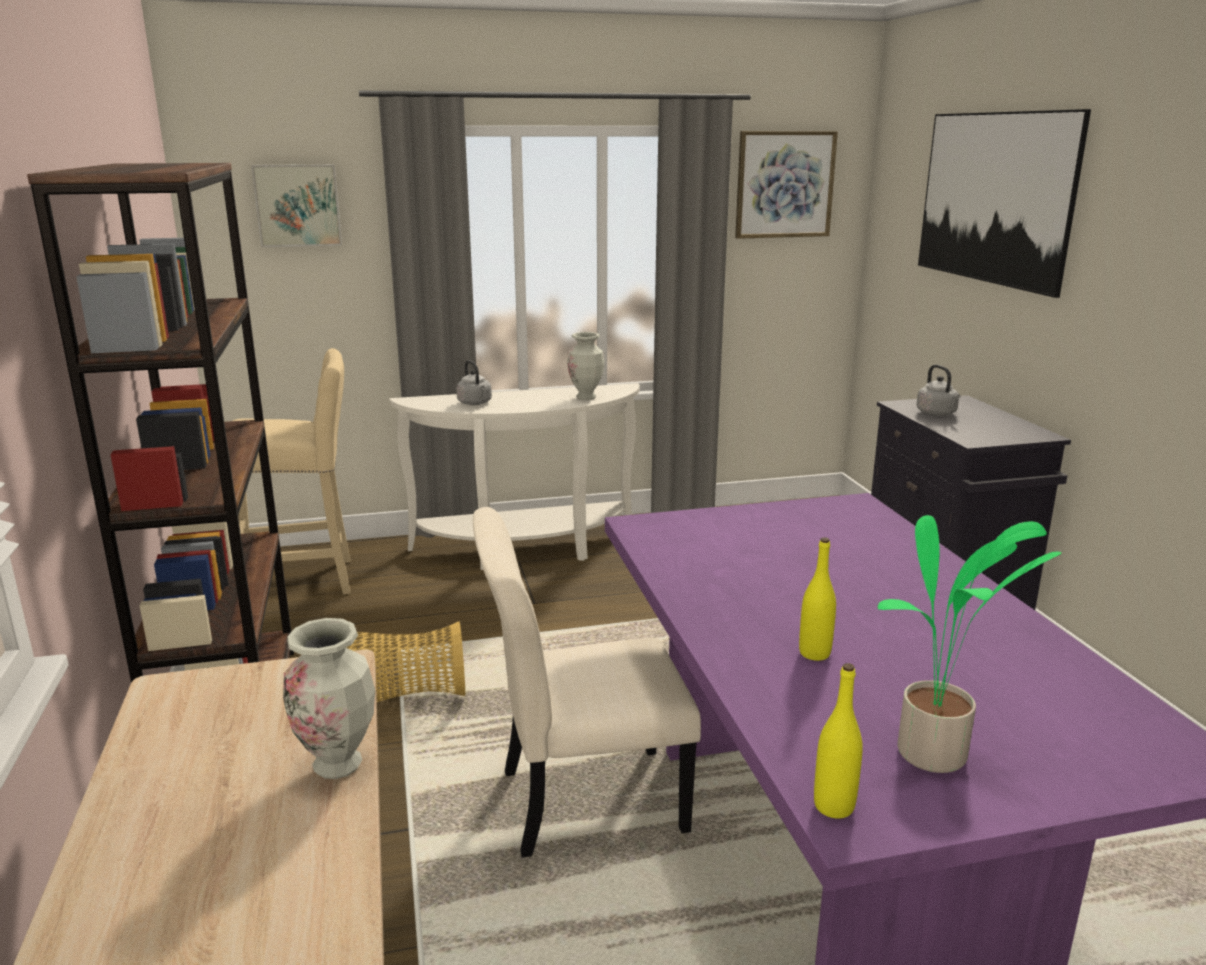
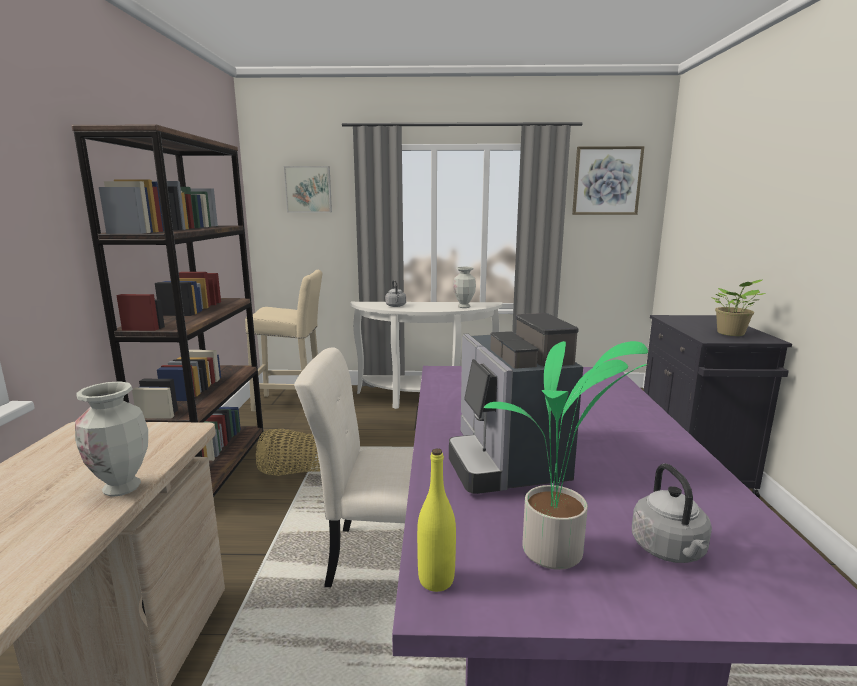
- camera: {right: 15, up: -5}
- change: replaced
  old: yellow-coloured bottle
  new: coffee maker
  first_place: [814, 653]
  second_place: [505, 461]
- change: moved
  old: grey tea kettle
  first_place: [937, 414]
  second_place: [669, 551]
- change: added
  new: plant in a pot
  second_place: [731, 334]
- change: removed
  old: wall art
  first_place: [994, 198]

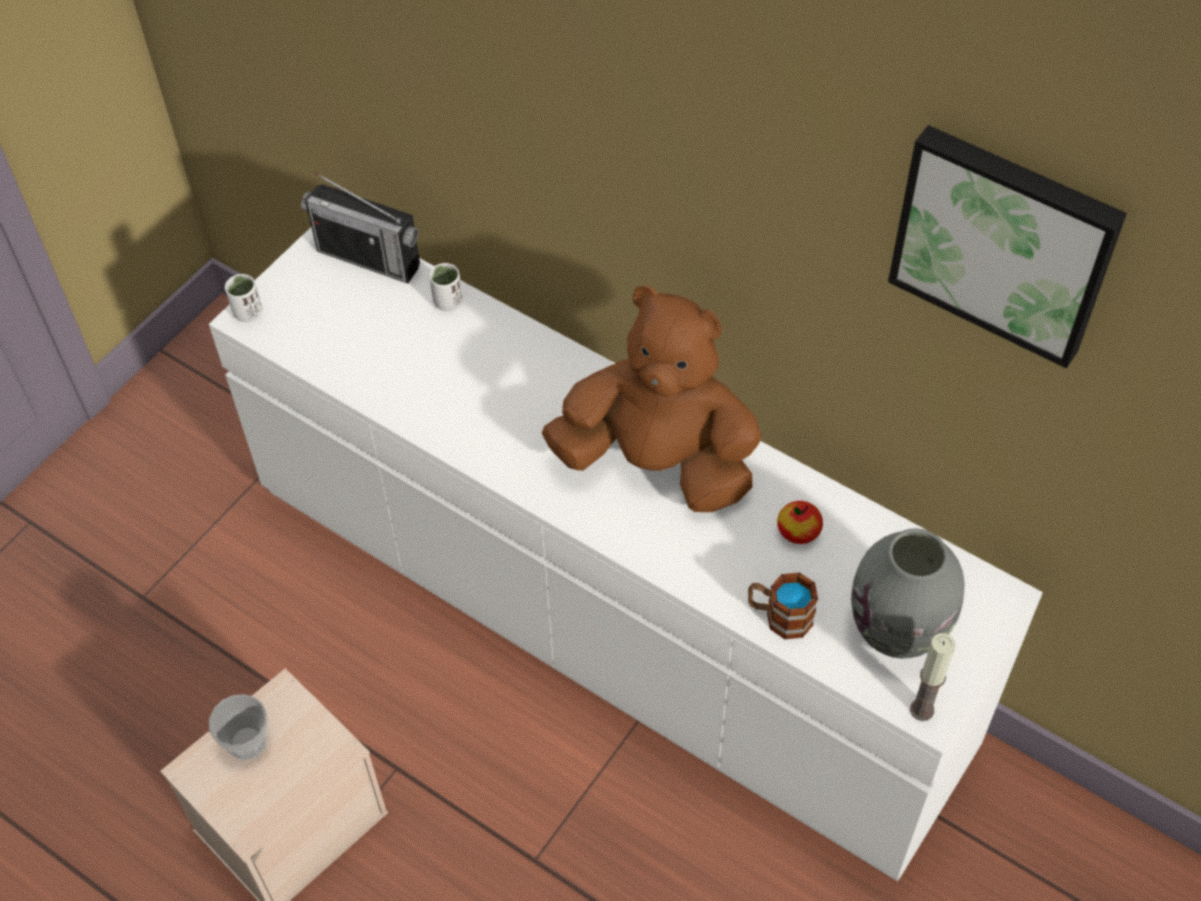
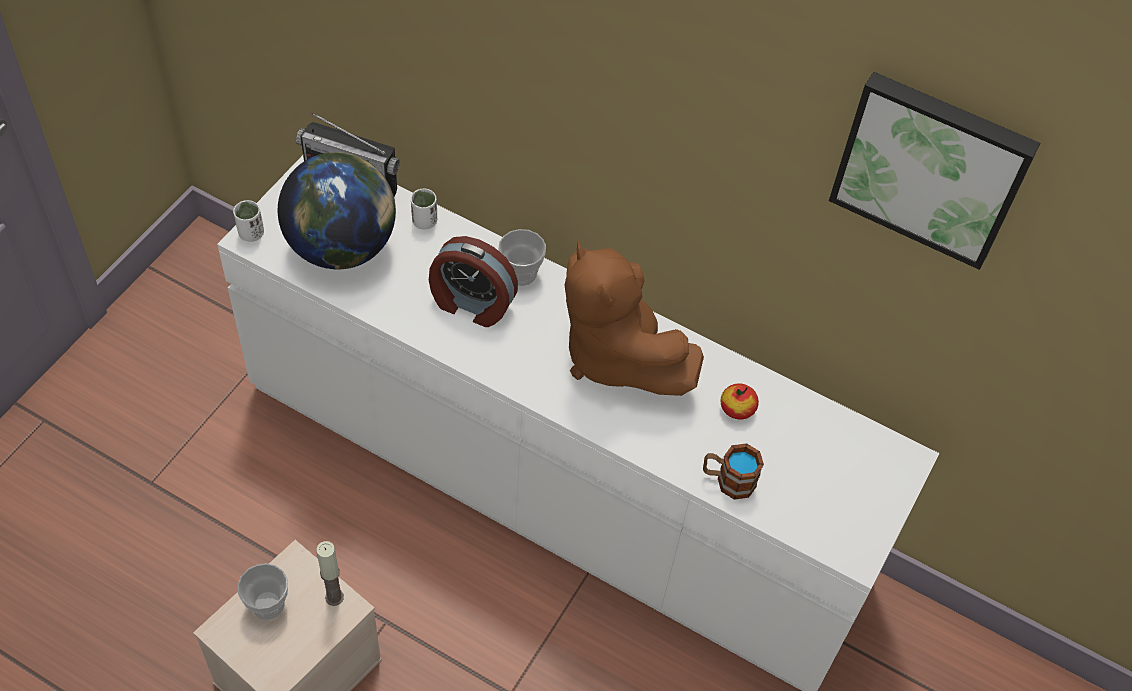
- camera: {right: -10, up: 0}
- change: added
  new: desk globe
  second_place: [342, 247]
- change: moved
  old: candle
  first_place: [922, 710]
  second_place: [334, 597]
- change: added
  new: alarm clock
  second_place: [471, 304]
- change: added
  new: small cup
  second_place: [521, 273]
- change: turned
  old: brown plush toy
  first_place: [658, 462]
  second_place: [615, 354]
  degrees: -135
- change: removed
  old: grey flower vase
  first_place: [898, 630]

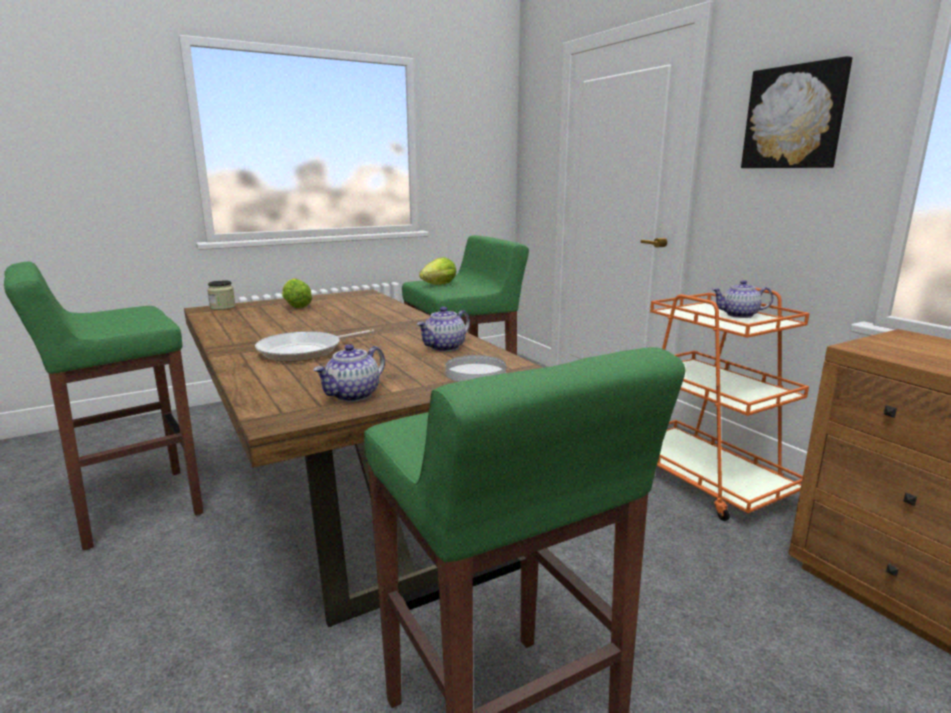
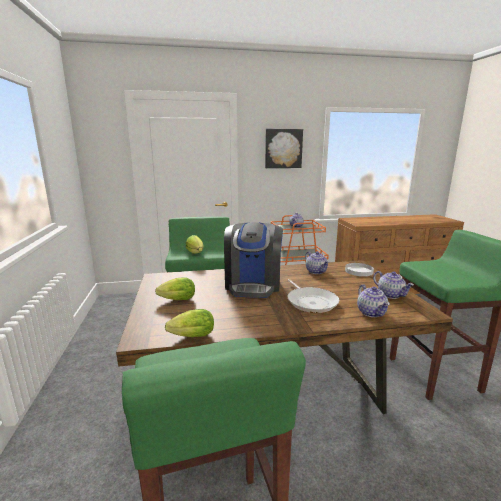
- camera: {right: -70, up: 0}
- change: added
  new: head of lettuce
  second_place: [190, 337]
- change: added
  new: coffee maker
  second_place: [253, 284]
- change: added
  new: pot for tea
  second_place: [371, 312]
- change: removed
  old: preserve jar
  first_place: [222, 307]

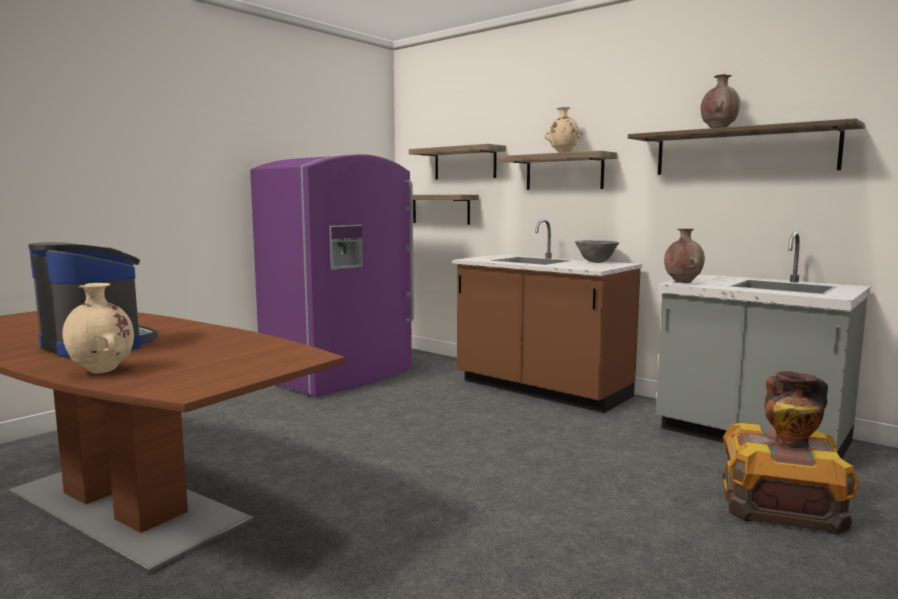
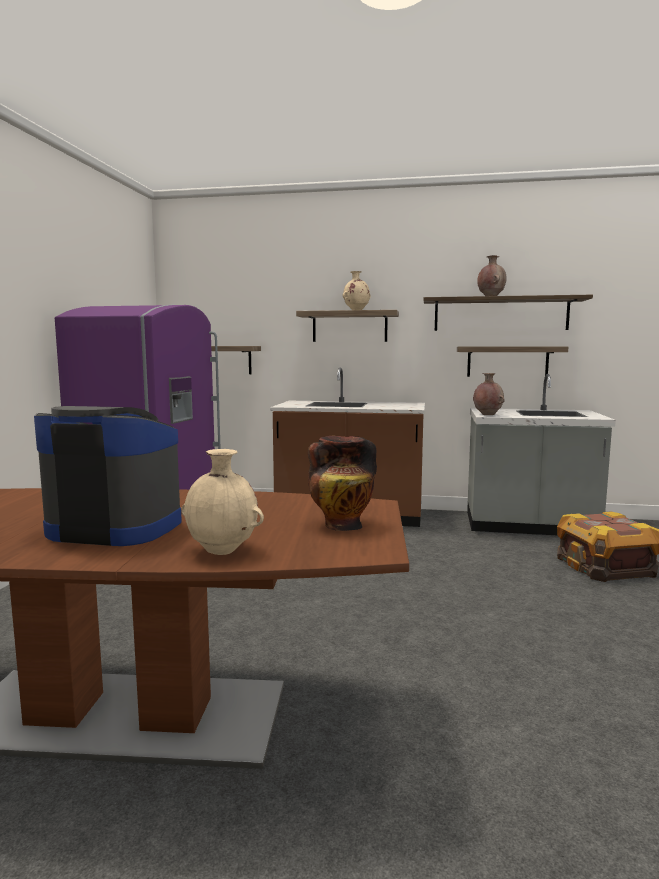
- camera: {right: -30, up: 0}
- change: moved
  old: flower vase
  first_place: [790, 442]
  second_place: [341, 525]
- change: moved
  old: shelf
  first_place: [465, 163]
  second_place: [507, 361]
- change: removed
  old: grey bowl
  first_place: [596, 262]

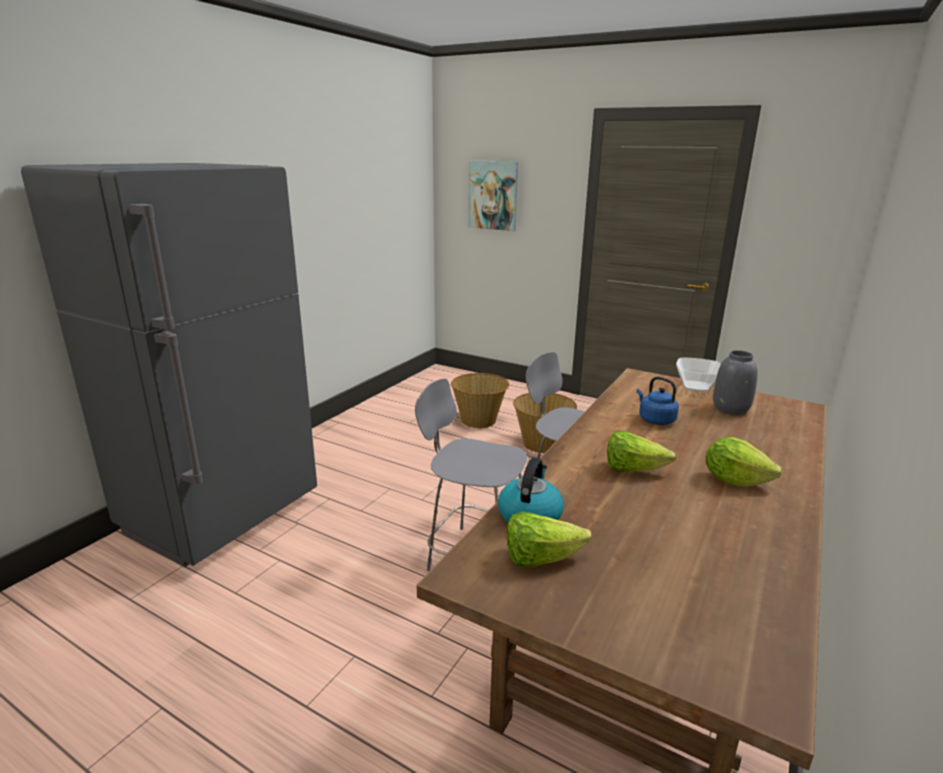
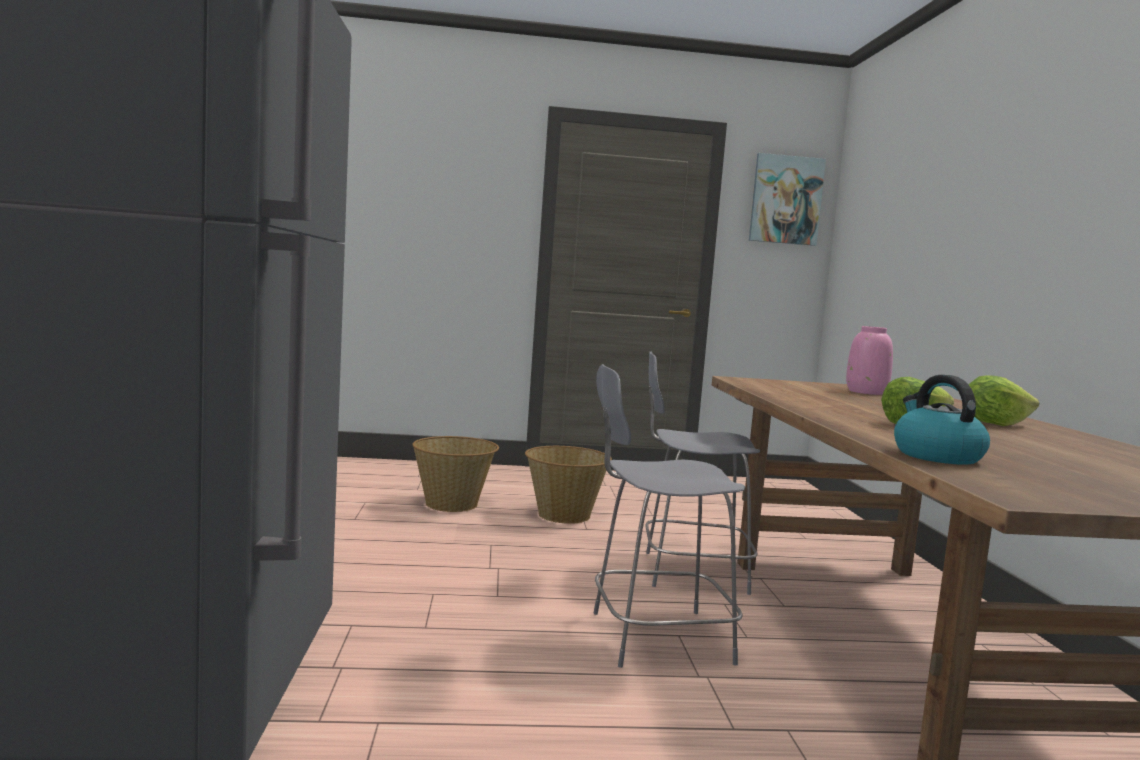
- camera: {right: -35, up: -15}
- change: moved
  old: wall art
  first_place: [493, 195]
  second_place: [786, 200]
- change: recoloured
  old: grey flower vase
  new: pinkish flower vase
  first_place: [731, 409]
  second_place: [867, 392]
- change: removed
  old: head of lettuce
  first_place: [540, 558]
- change: removed
  old: bluish tea kettle
  first_place: [655, 419]
- change: removed
  old: bowl
  first_place: [695, 386]

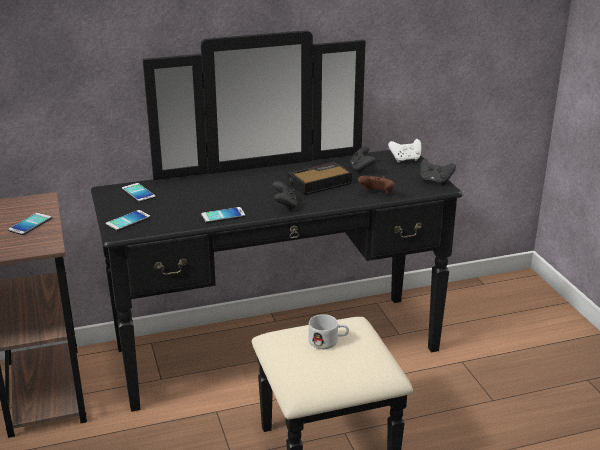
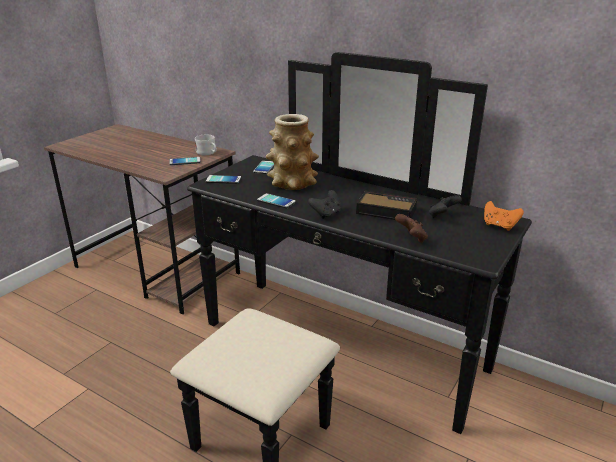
- camera: {right: 50, up: 0}
- change: moved
  old: white-coloured tea mug
  first_place: [328, 341]
  second_place: [208, 153]
- change: added
  new: flower vase
  second_place: [292, 183]
- change: recoloured
  old: white-coloured game controller
  new: orangey game controller
  first_place: [405, 160]
  second_place: [499, 226]
- change: removed
  old: black game controller
  first_place: [435, 181]

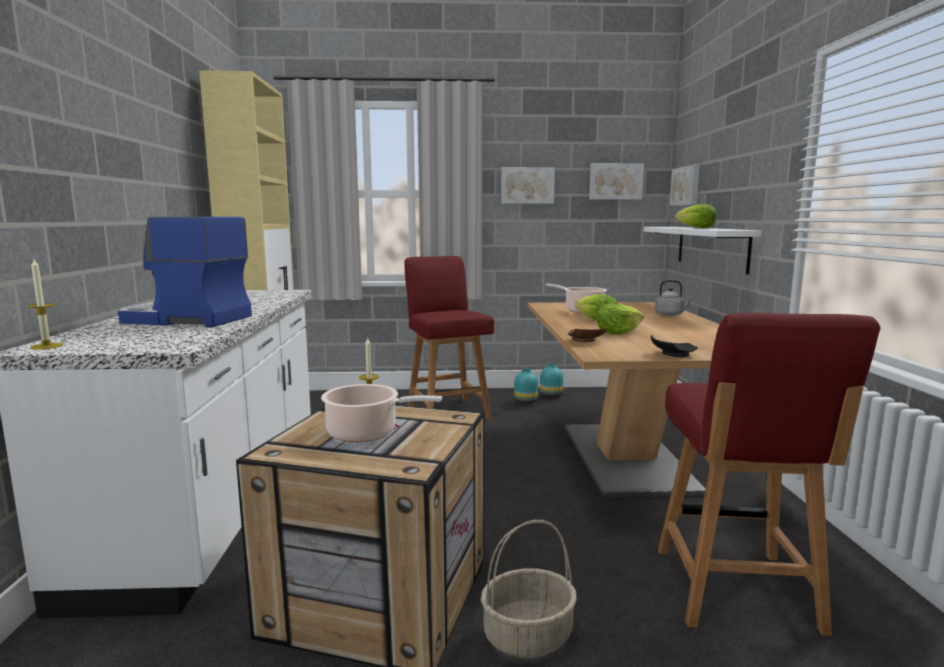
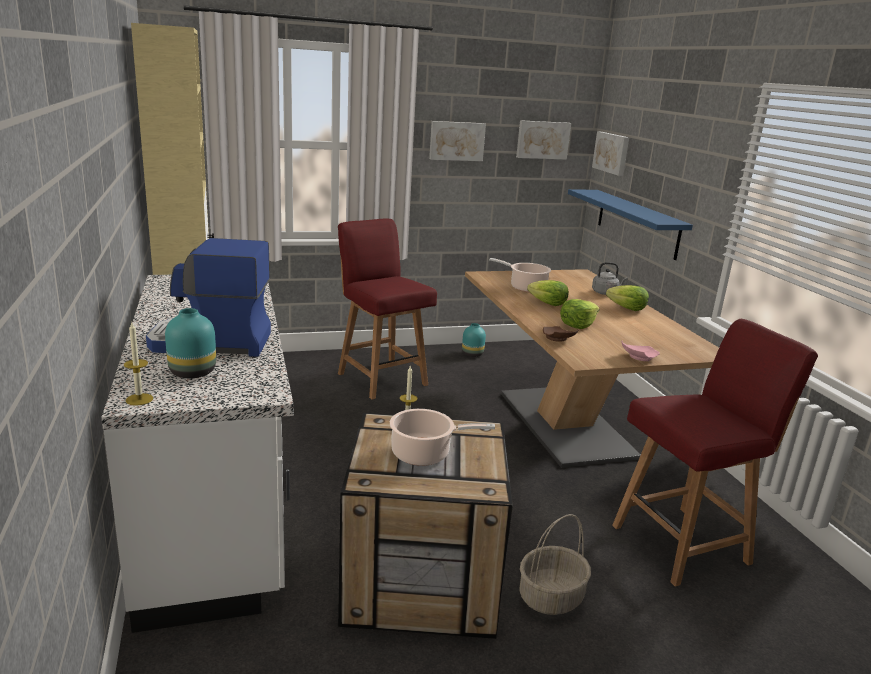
- camera: {right: -15, up: 10}
- change: moved
  old: turquoise-coloured flower vase
  first_place: [525, 402]
  second_place: [192, 373]
- change: recoloured
  old: white-coloured shelf
  new: bluish shelf
  first_place: [711, 247]
  second_place: [637, 223]
- change: moved
  old: head of lettuce
  first_place: [696, 228]
  second_place: [627, 308]
- change: turned
  old: red-coloured upright chair
  first_place: [736, 591]
  second_place: [683, 544]
  degrees: -105
- change: recoloured
  old: black plate
  new: pinkish plate
  first_place: [672, 354]
  second_place: [638, 357]

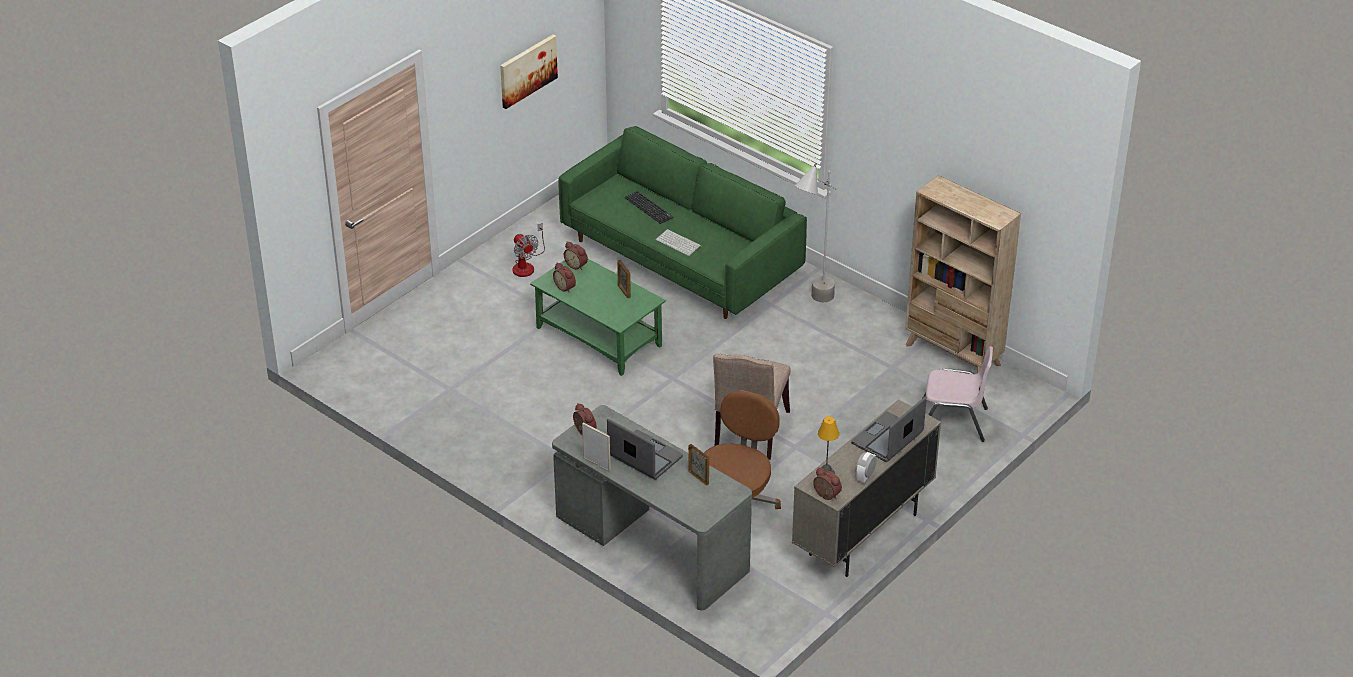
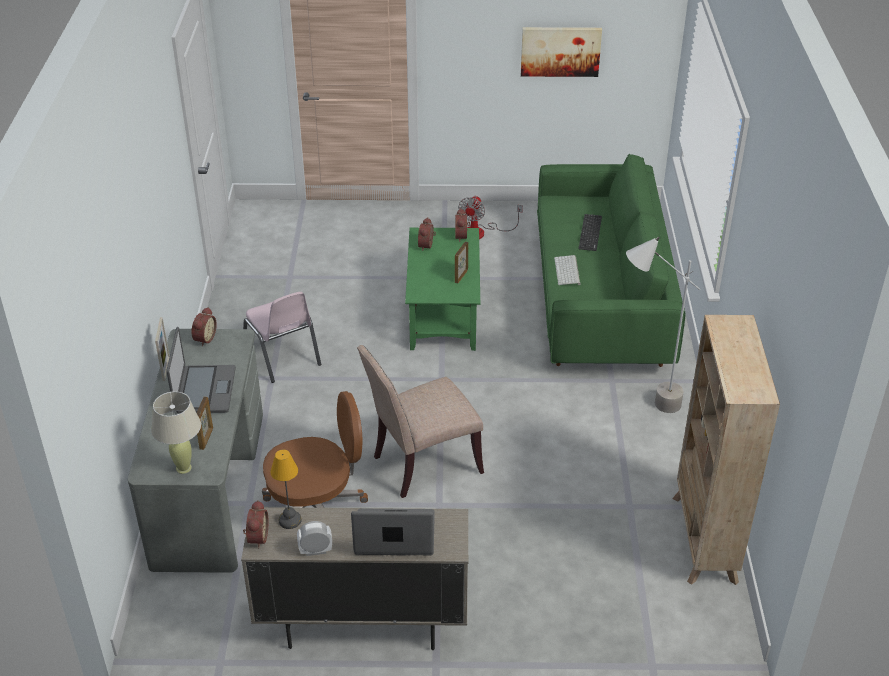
- camera: {right: 50, up: 0}
- change: added
  new: sand-coloured lamp for a table
  second_place: [183, 468]
- change: moved
  old: pinkish upright chair
  first_place: [953, 421]
  second_place: [282, 355]

